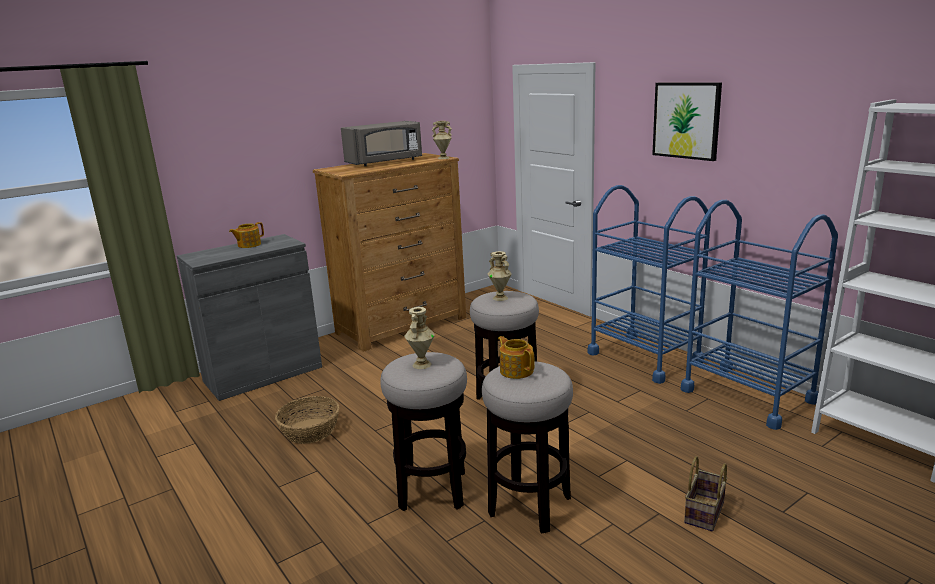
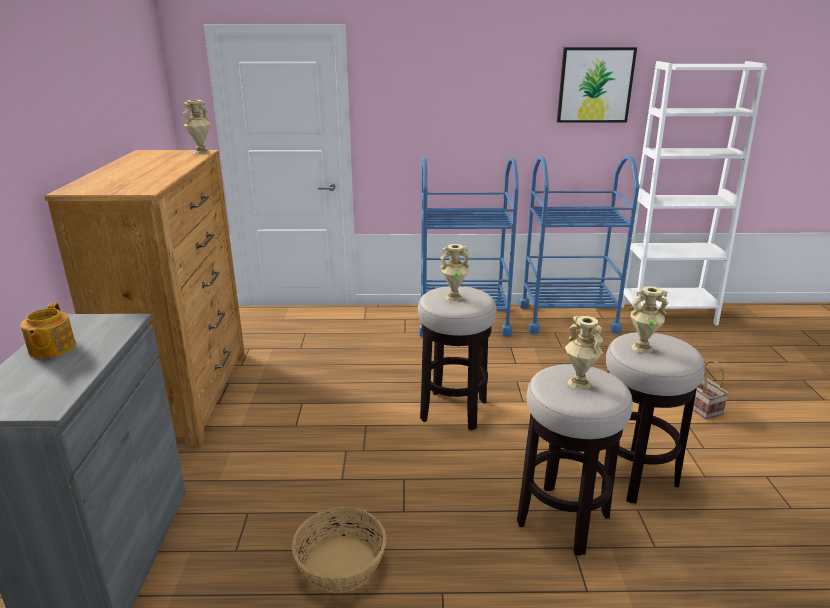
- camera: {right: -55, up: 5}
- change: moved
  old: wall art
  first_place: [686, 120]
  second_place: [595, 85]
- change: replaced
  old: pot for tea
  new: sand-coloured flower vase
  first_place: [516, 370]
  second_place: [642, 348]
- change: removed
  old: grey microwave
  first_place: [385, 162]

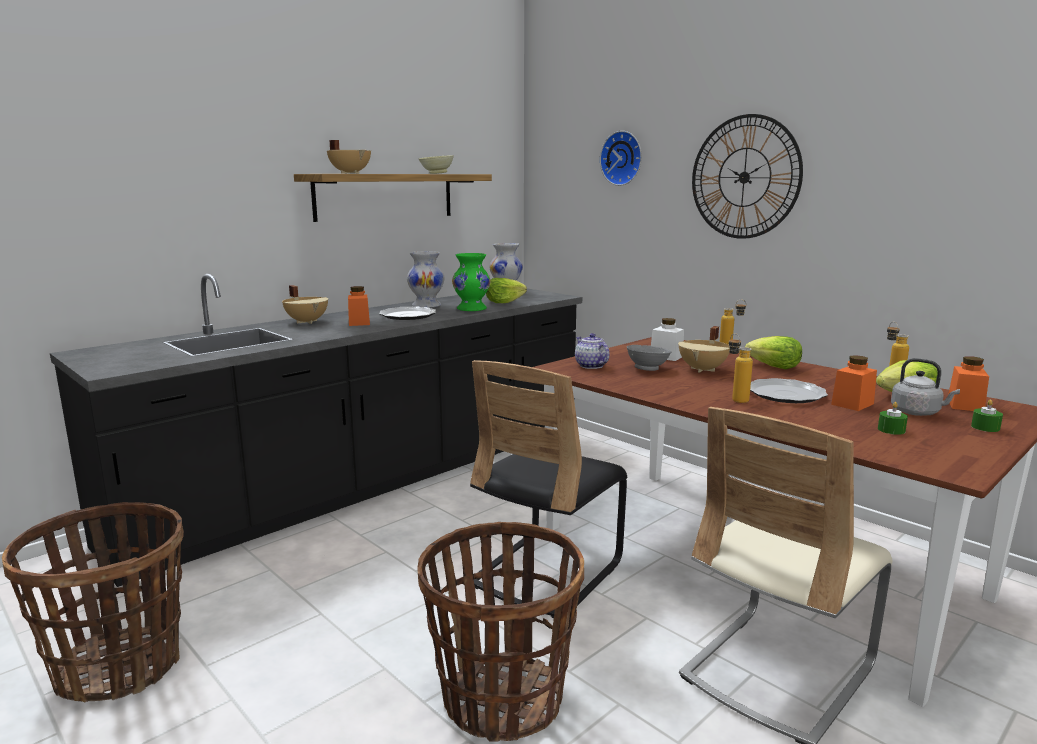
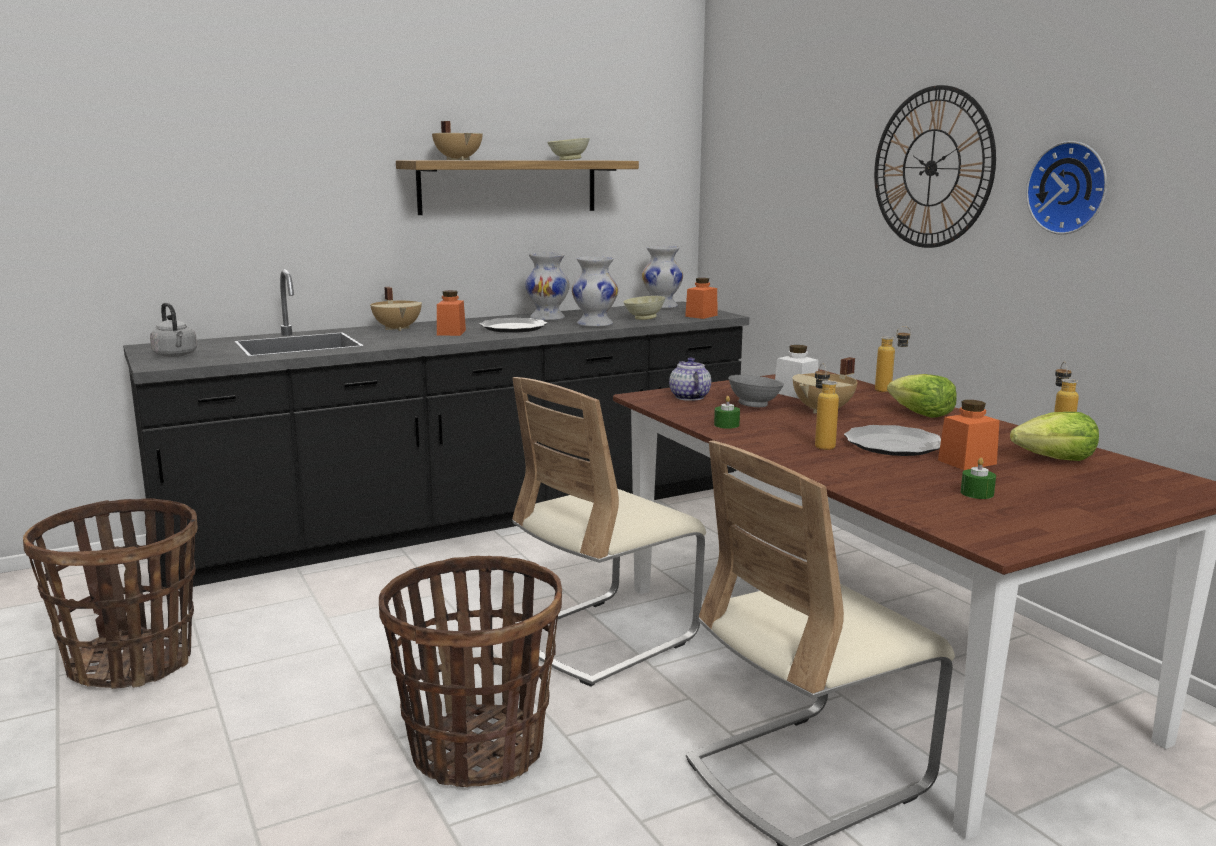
- camera: {right: 15, up: 0}
- change: moved
  old: grey tea kettle
  first_place: [918, 412]
  second_place: [176, 355]
- change: recoloured
  old: black upright chair
  new: sand-coloured upright chair
  first_place: [547, 573]
  second_place: [604, 637]
- change: recoloured
  old: green-coloured flower vase
  new: white-coloured flower vase
  first_place: [471, 309]
  second_place: [594, 324]
- change: replaced
  old: head of lettuce
  new: sand-coloured bowl
  first_place: [504, 302]
  second_place: [643, 318]
- change: moved
  old: orangey preserve jar
  first_place: [965, 405]
  second_place: [701, 316]
- change: moved
  old: green-coloured candle
  first_place: [985, 427]
  second_place: [726, 425]
- change: moved
  old: wall clock
  first_place: [623, 158]
  second_place: [1070, 188]

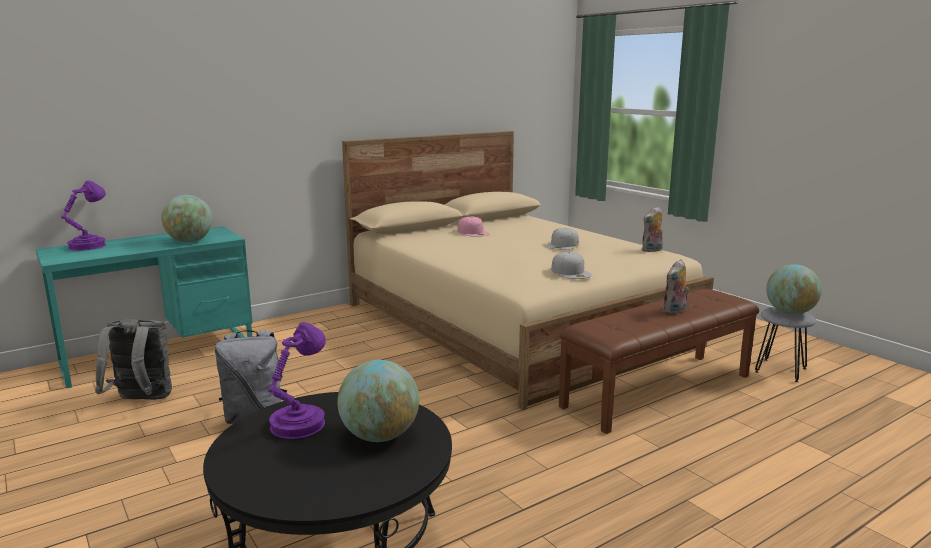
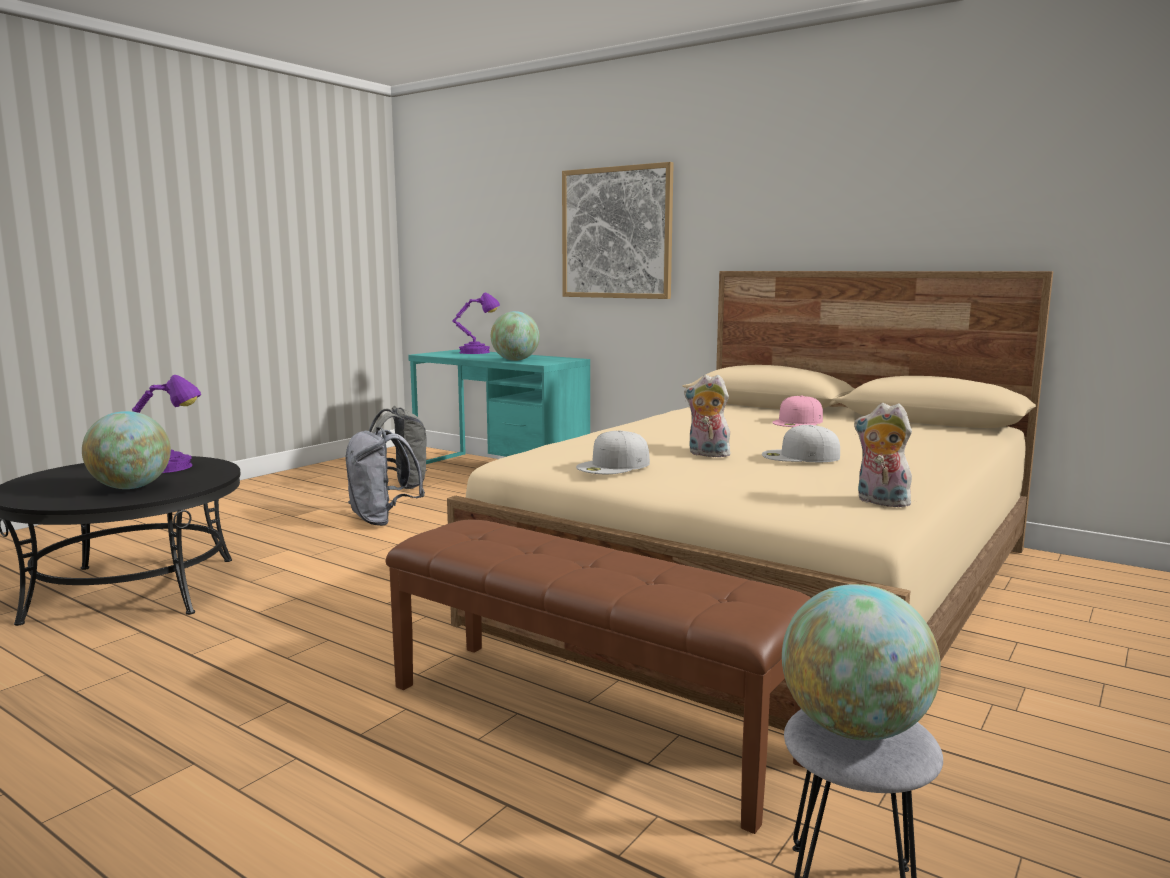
- camera: {right: 70, up: -5}
- change: added
  new: wall art
  second_place: [616, 233]
- change: moved
  old: plush toy
  first_place: [675, 311]
  second_place: [707, 454]

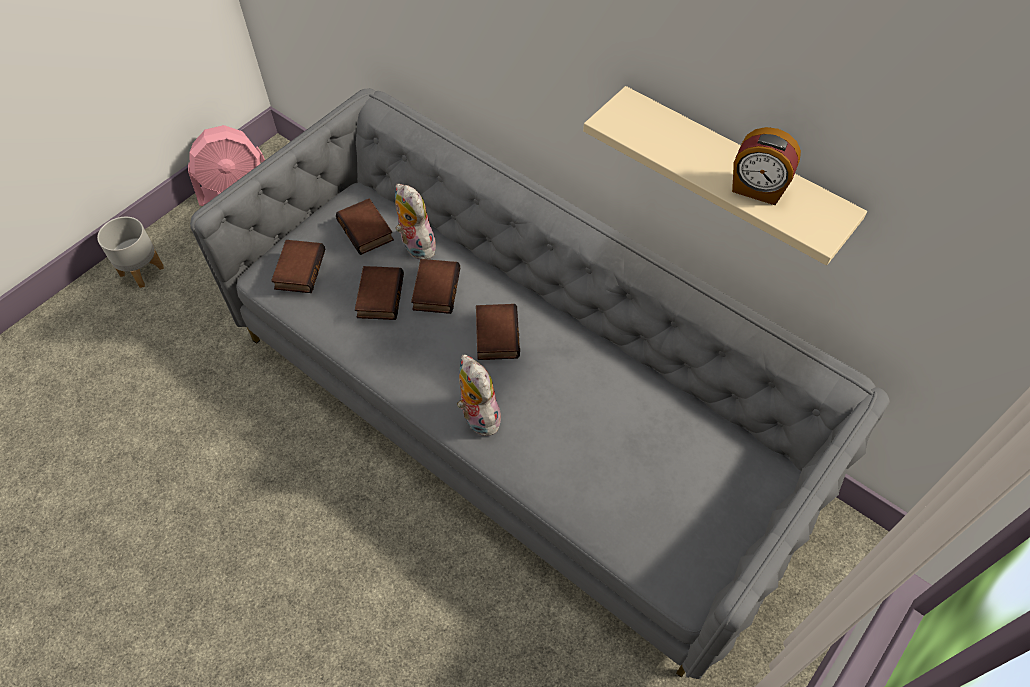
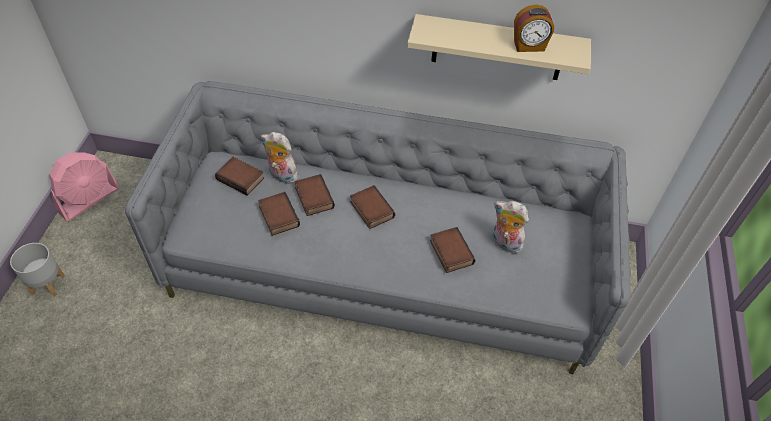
- camera: {right: -30, up: -5}
- change: moved
  old: bound book
  first_place: [298, 269]
  second_place: [450, 252]
- change: moved
  old: plush toy
  first_place: [477, 416]
  second_place: [504, 243]

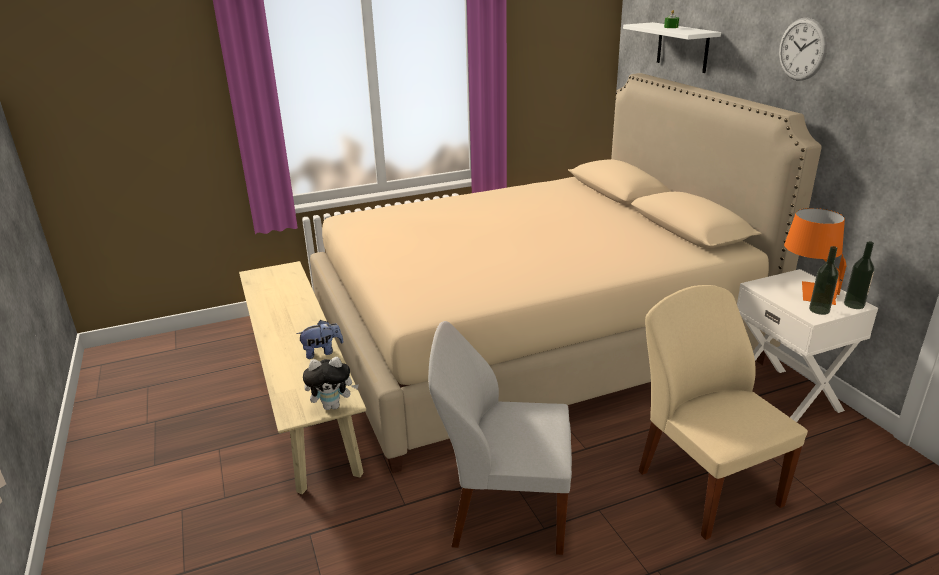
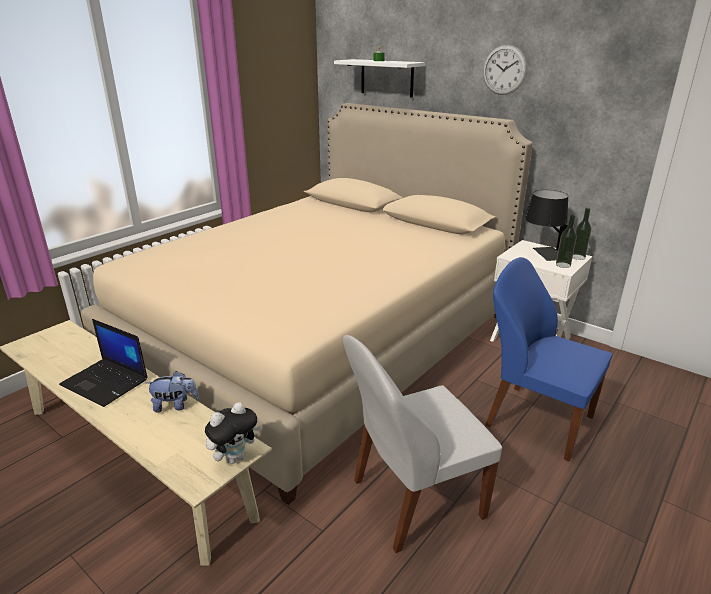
- camera: {right: -30, up: 0}
- change: added
  new: laptop
  second_place: [106, 382]
- change: turned
  old: plush toy
  first_place: [322, 352]
  second_place: [175, 405]
  degrees: 45
- change: recoloured
  old: sand-coloured upright chair
  new: bluish upright chair
  first_place: [706, 485]
  second_place: [536, 419]
- change: recoloured
  old: orangey lamp for a table
  new: black lamp for a table
  first_place: [807, 291]
  second_place: [542, 254]

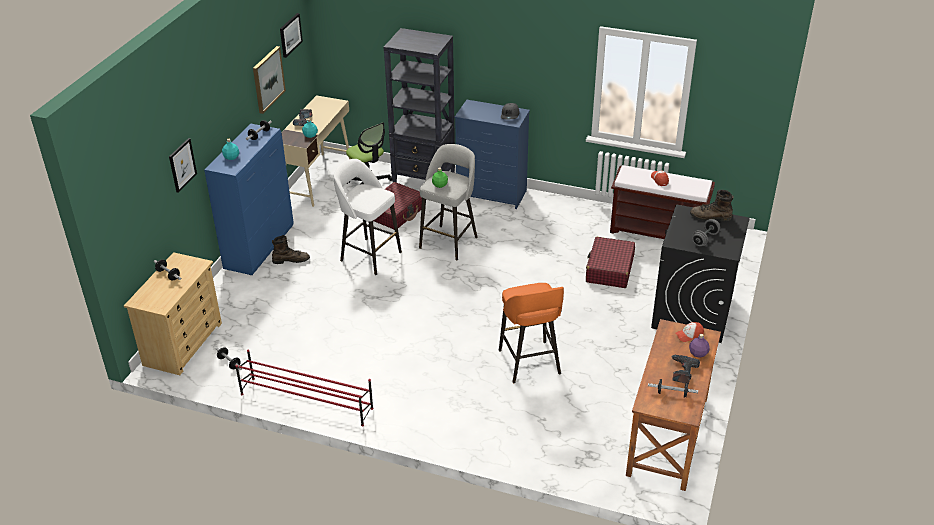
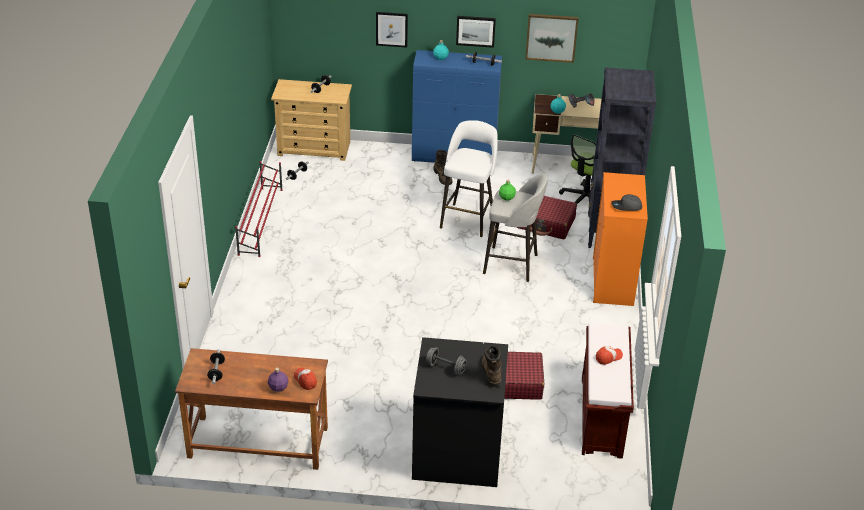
- camera: {right: 75, up: 0}
- change: moved
  old: wall art
  first_place: [290, 35]
  second_place: [475, 31]
- change: recoloured
  old: bluish drawer chest
  new: orangey drawer chest
  first_place: [492, 194]
  second_place: [613, 282]
- change: removed
  old: orangey stool
  first_place: [530, 363]
- change: removed
  old: power drill
  first_place: [682, 371]

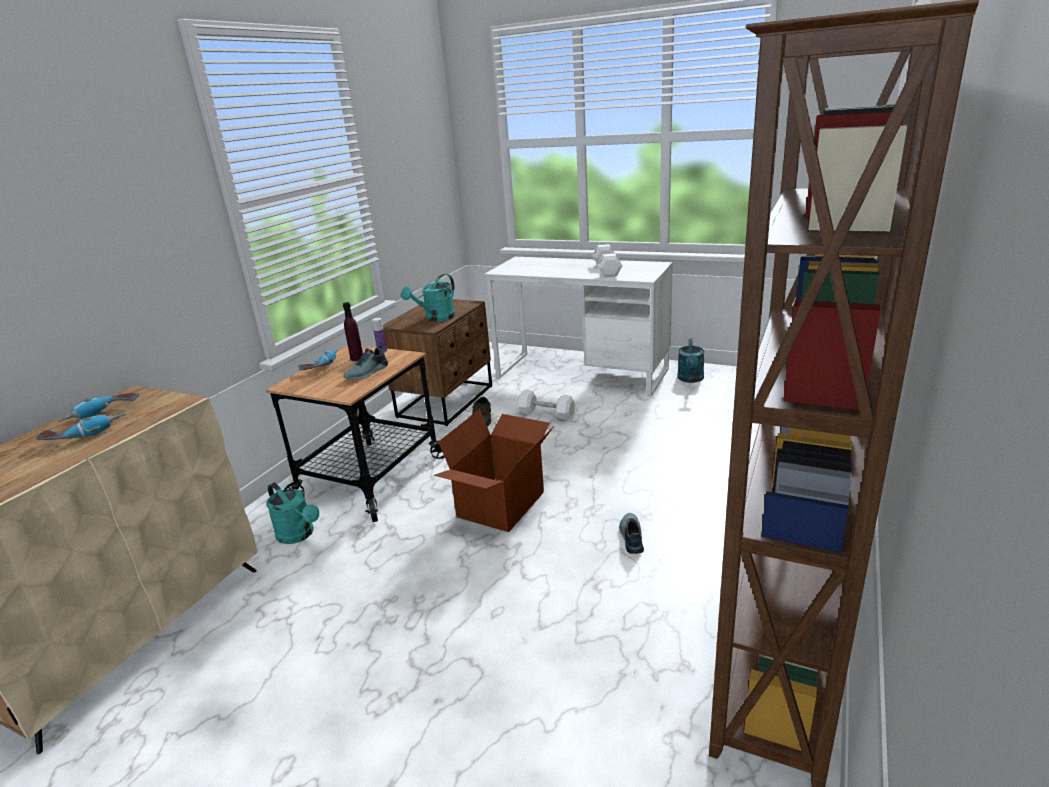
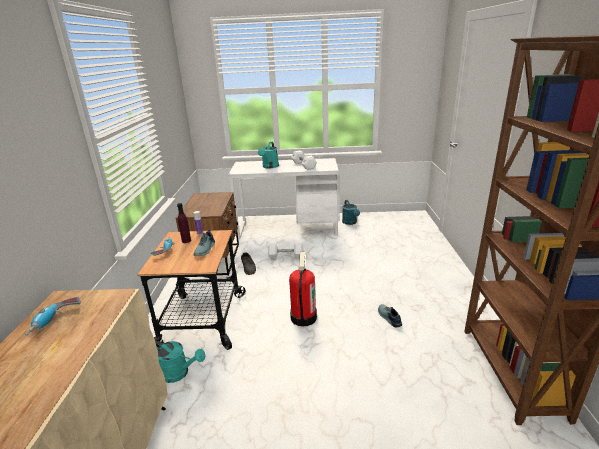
- camera: {right: -25, up: 0}
- change: moved
  old: turquoise-coloured watering pot
  first_place: [436, 318]
  second_place: [269, 167]
- change: replaced
  old: packing box
  new: extinguisher
  first_place: [502, 505]
  second_place: [303, 317]
- change: removed
  old: power drill
  first_place: [85, 434]

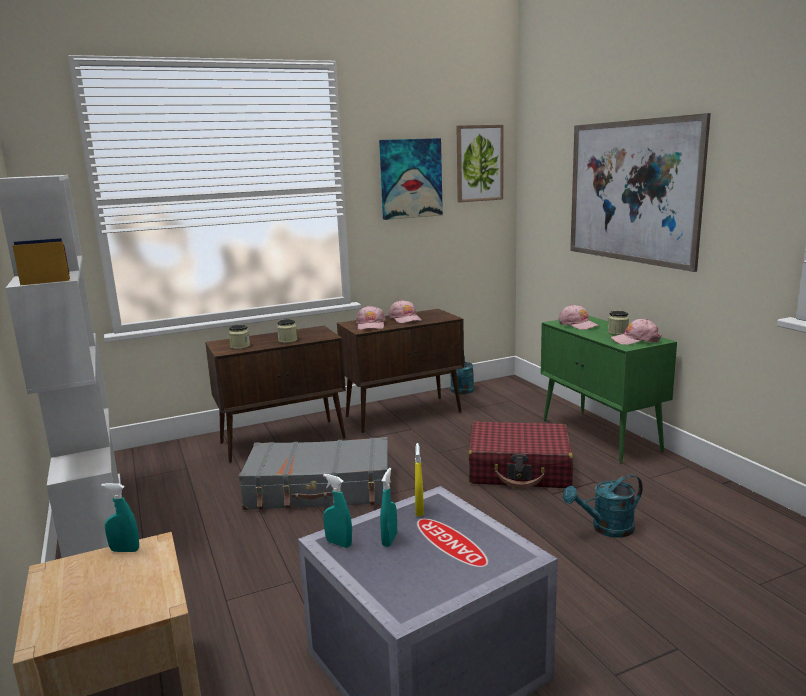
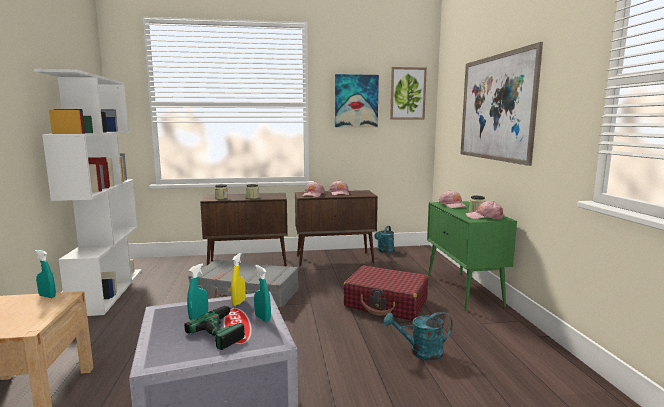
- camera: {right: 15, up: -5}
- change: added
  new: power drill
  second_place: [228, 327]
- change: moved
  old: turquoise-coloured hand sprayer
  first_place: [339, 543]
  second_place: [262, 318]

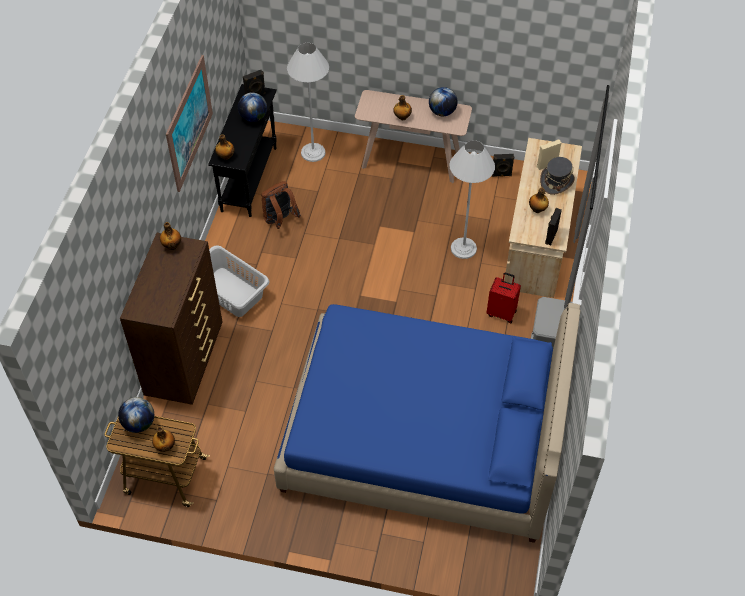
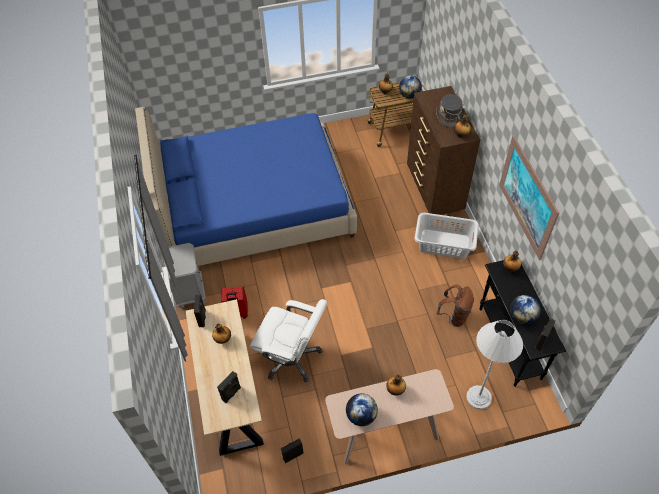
- camera: {right: 155, up: 0}
- change: recoloured
  old: sand-coloured loudspeaker
  new: black loudspeaker
  first_place: [546, 164]
  second_place: [232, 394]
- change: replaced
  old: white-coloured standard lamp
  new: white-coloured office chair
  first_place: [463, 248]
  second_place: [292, 357]
- change: moved
  old: grey clothing hat
  first_place: [556, 181]
  second_place: [449, 116]

